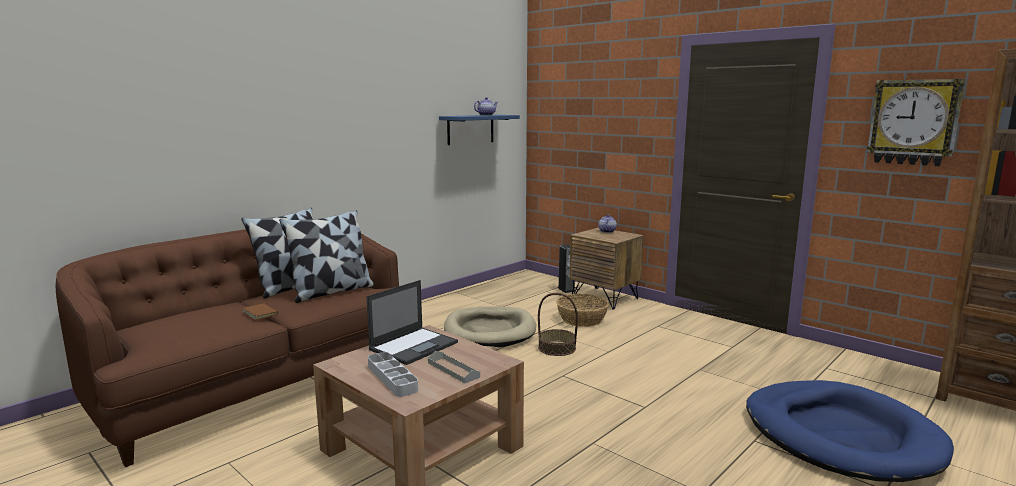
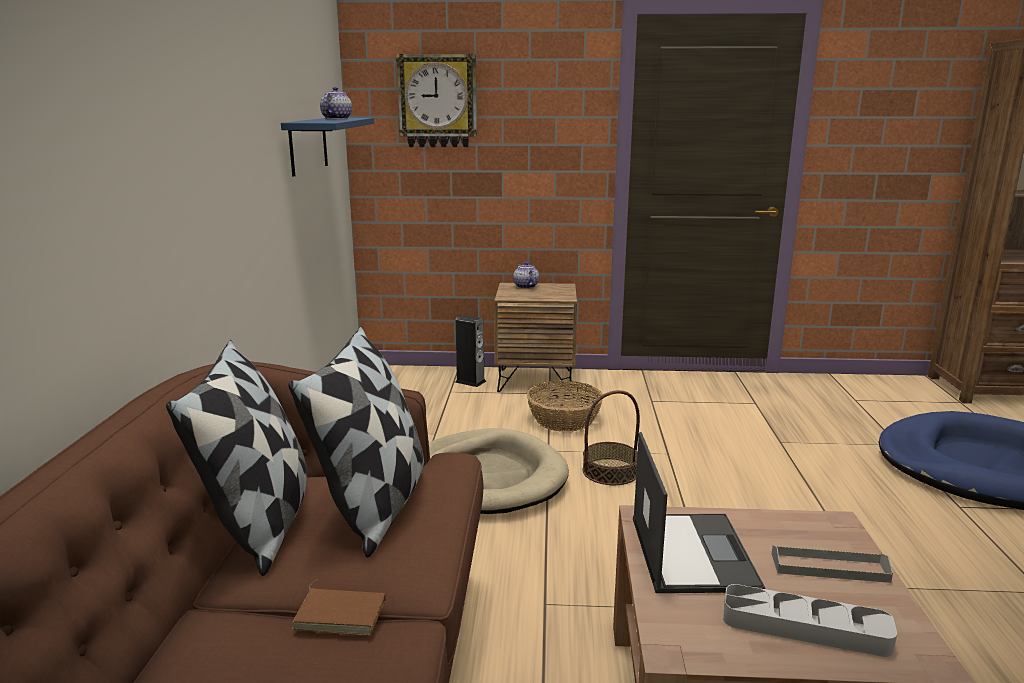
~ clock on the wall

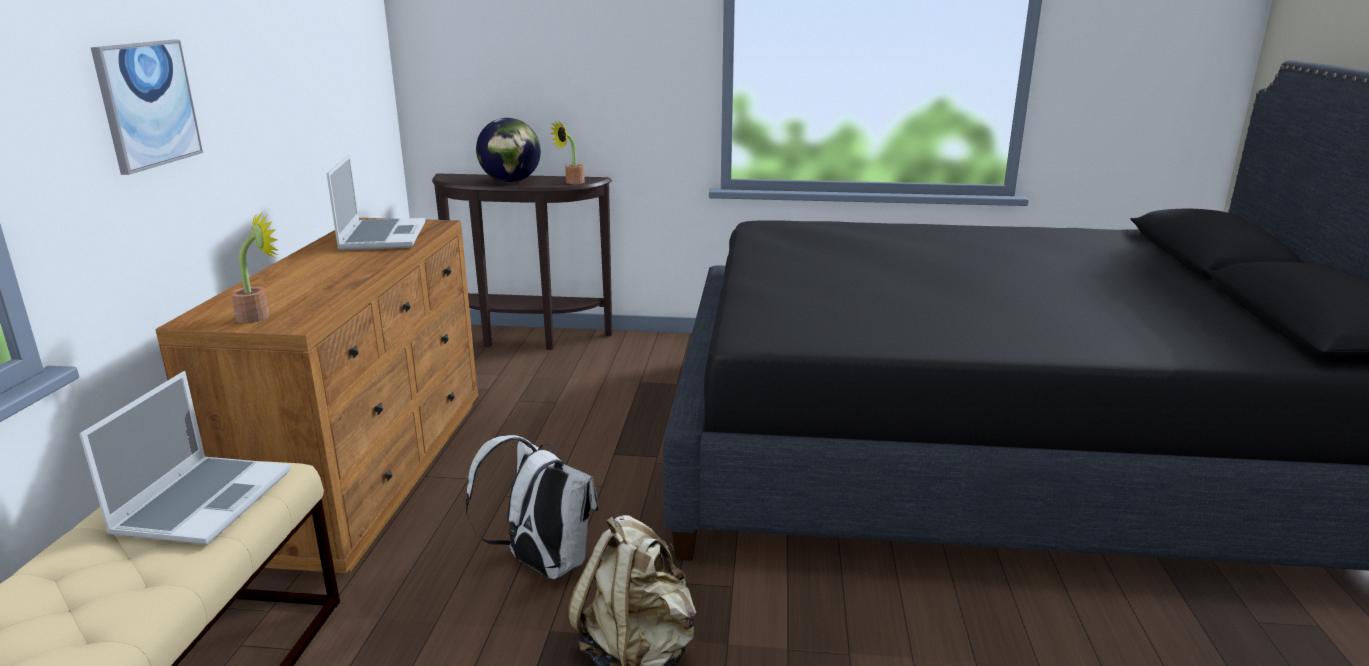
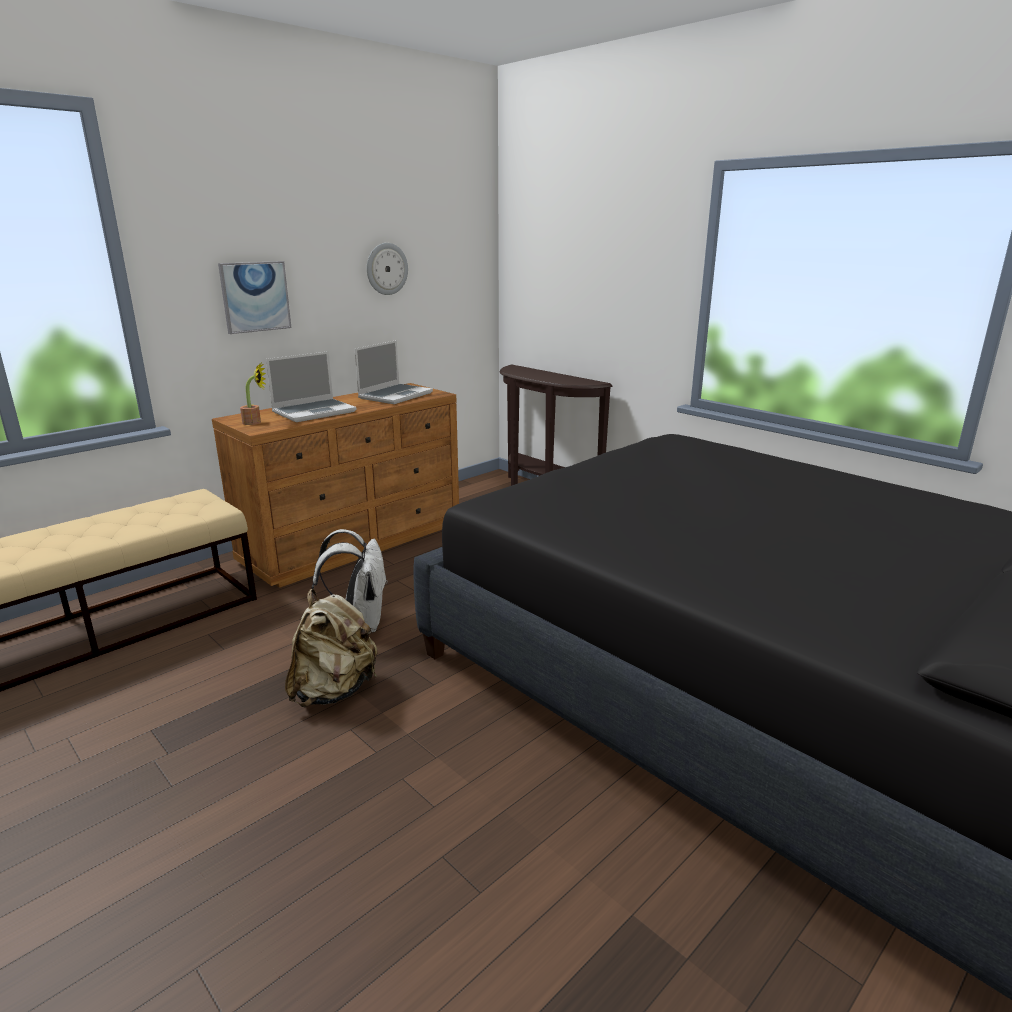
~ portable computer (1st from left)
- desk globe
- potted plant (2nd from left)
+ clock on the wall

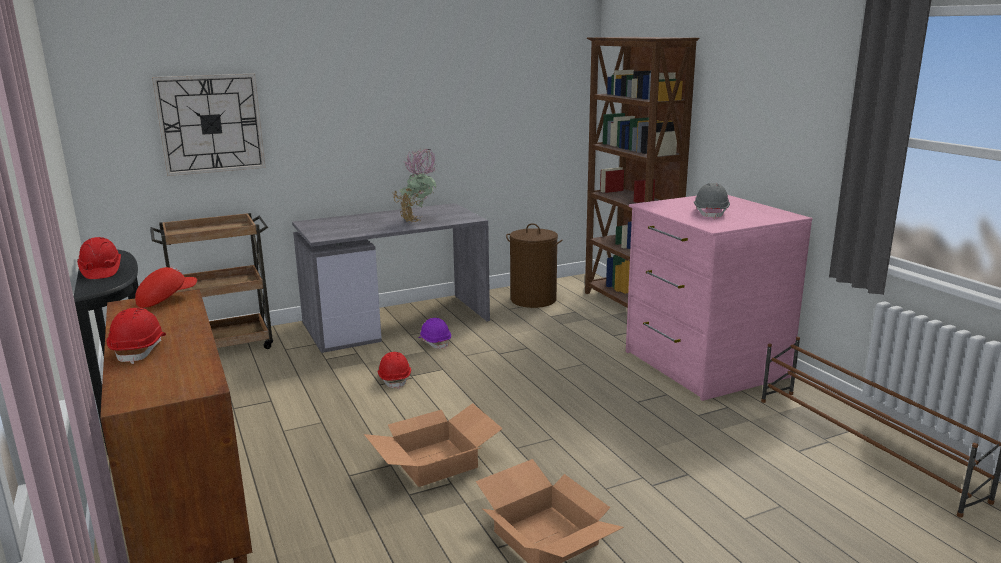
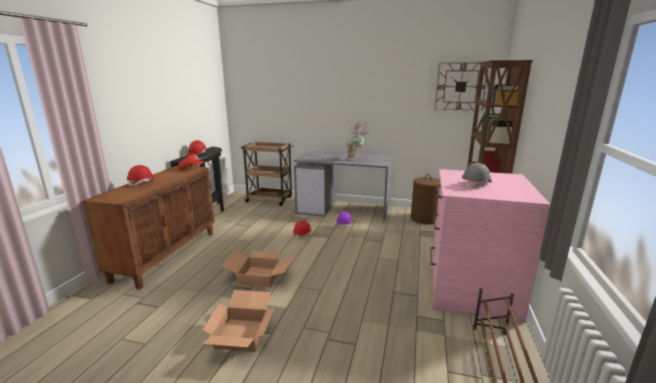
~ clock on the wall

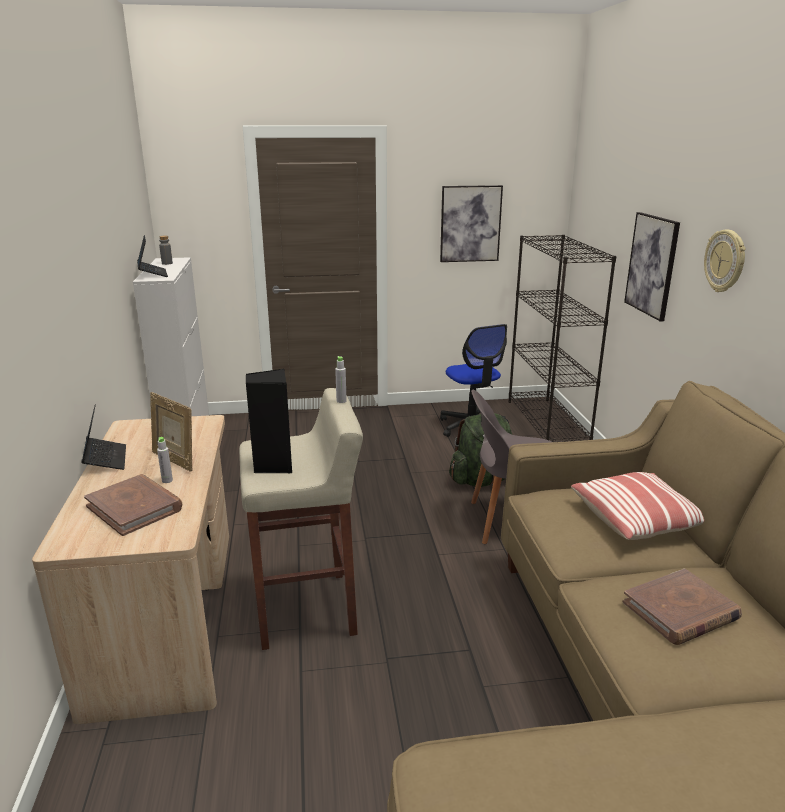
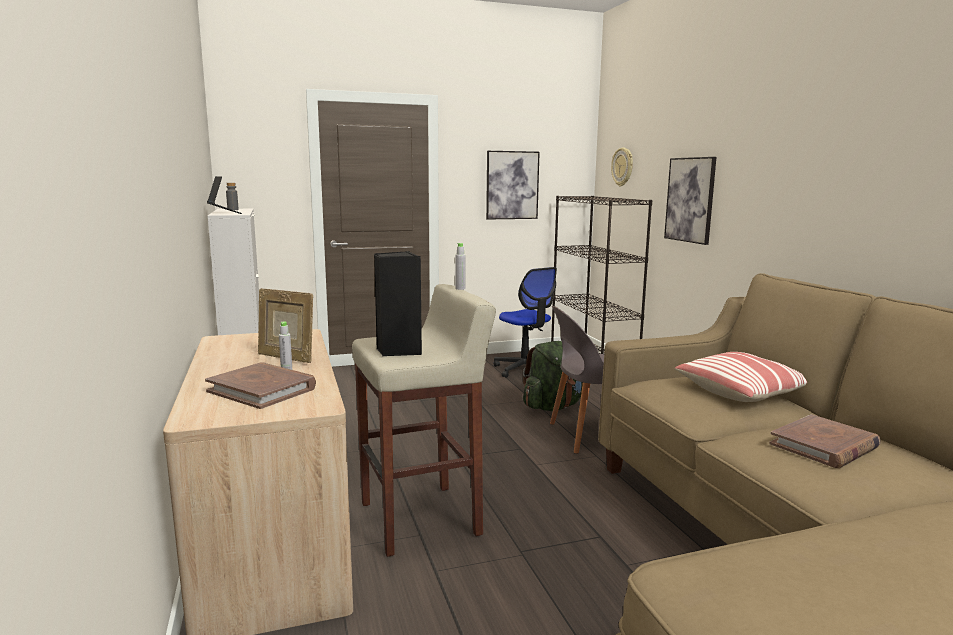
- portable computer (1st from left)
~ clock on the wall

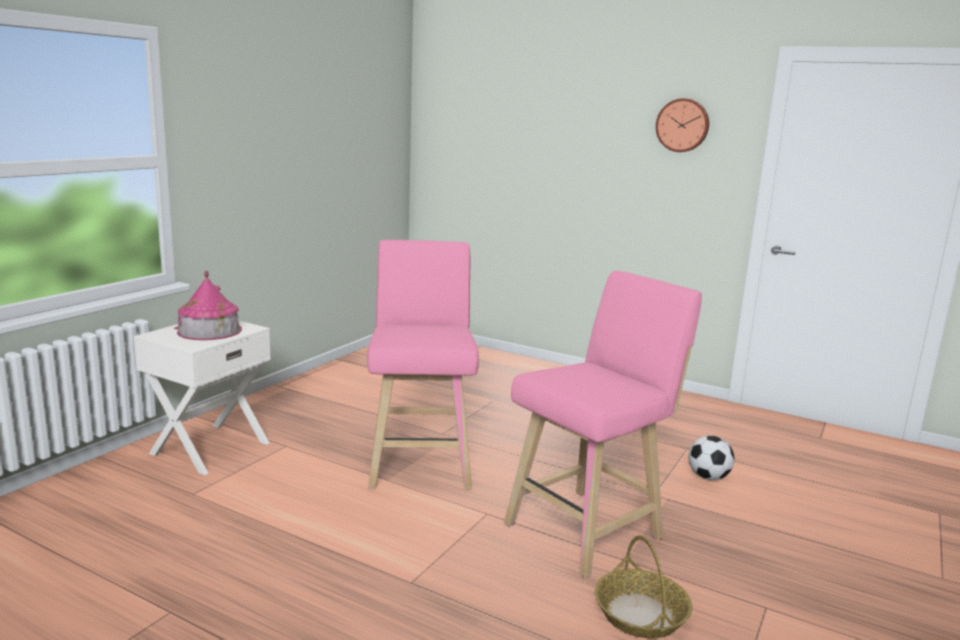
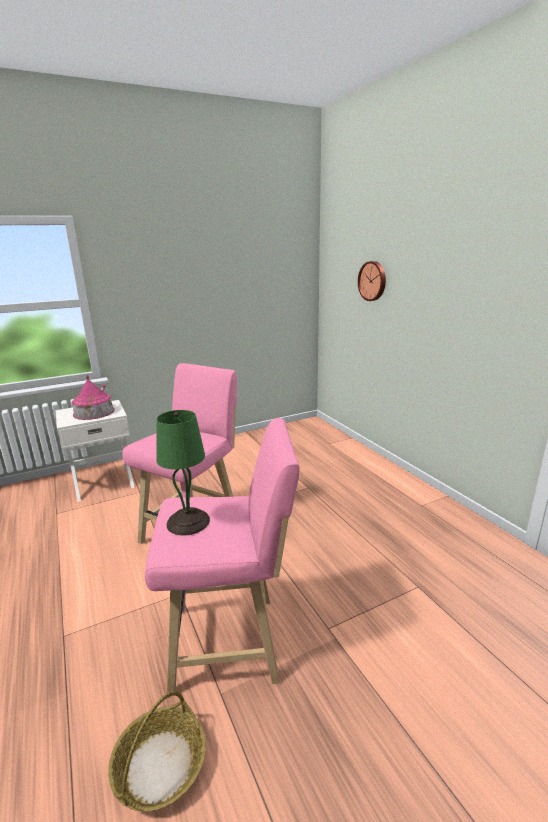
~ clock on the wall
- football ball
+ table lamp (green)

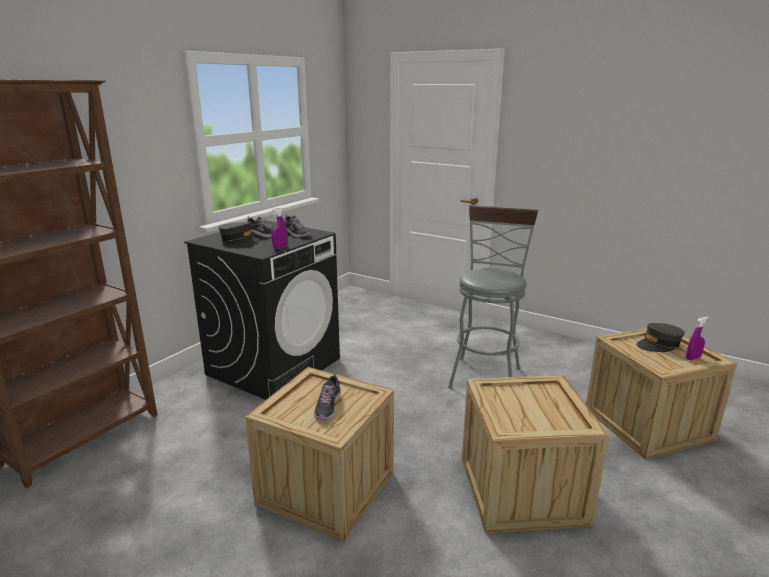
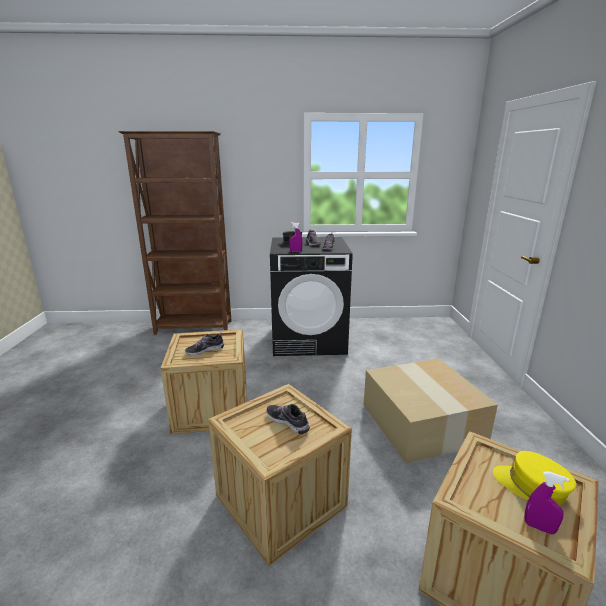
~ stool seat (grey) to cardboard box
~ cap (grey) (2nd from left) to cap (yellow)
+ shoe (2nd from left)

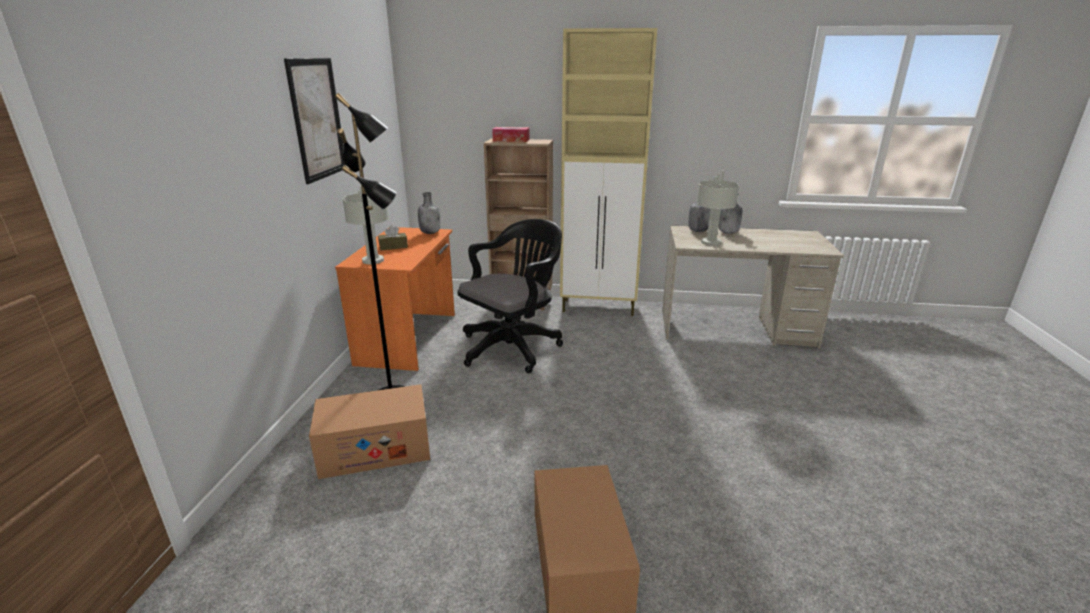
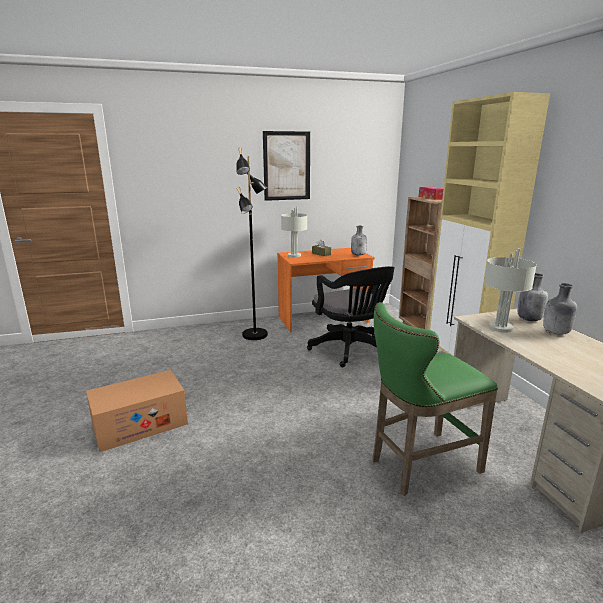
- cardboard box (1st from left)
~ office chair (black) 45 degrees clockwise
+ stool seat (green)

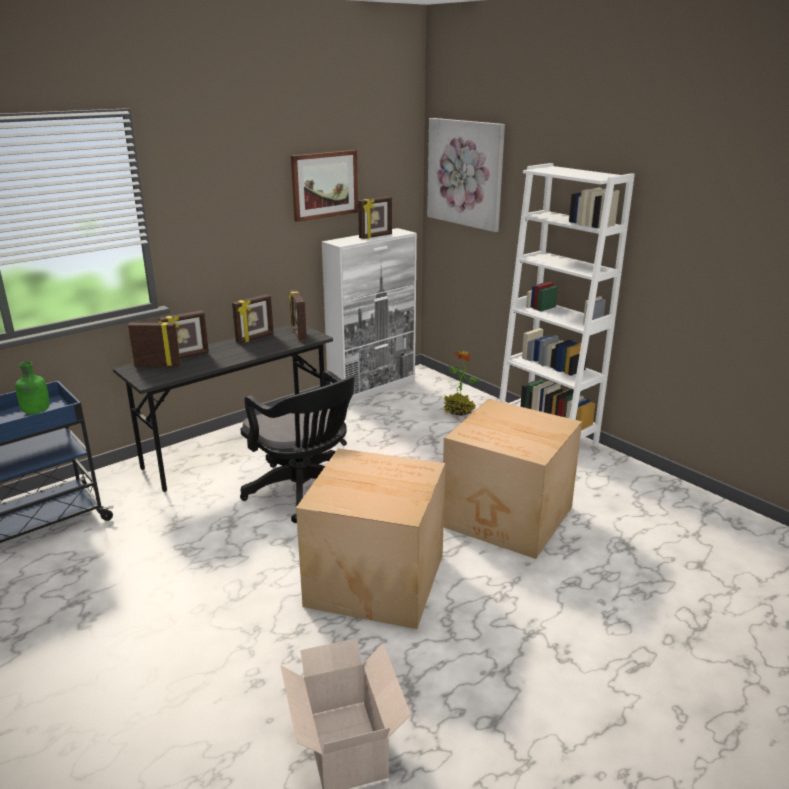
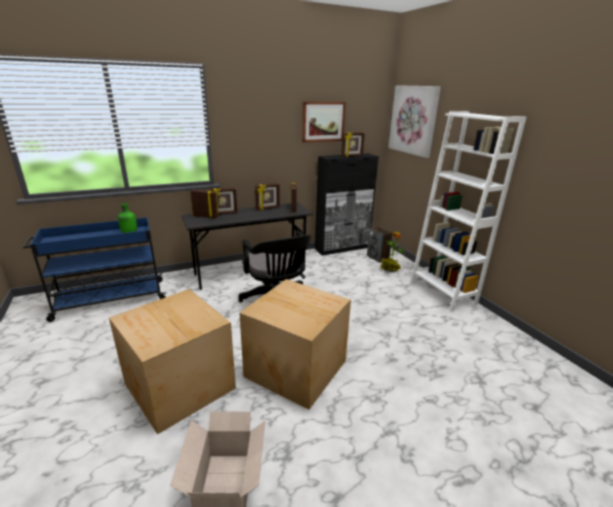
~ cabinet (white-coloured) to cabinet (black)
~ cardboard box (3rd from left in the first image) to cardboard box (1st from left)
+ loudspeaker

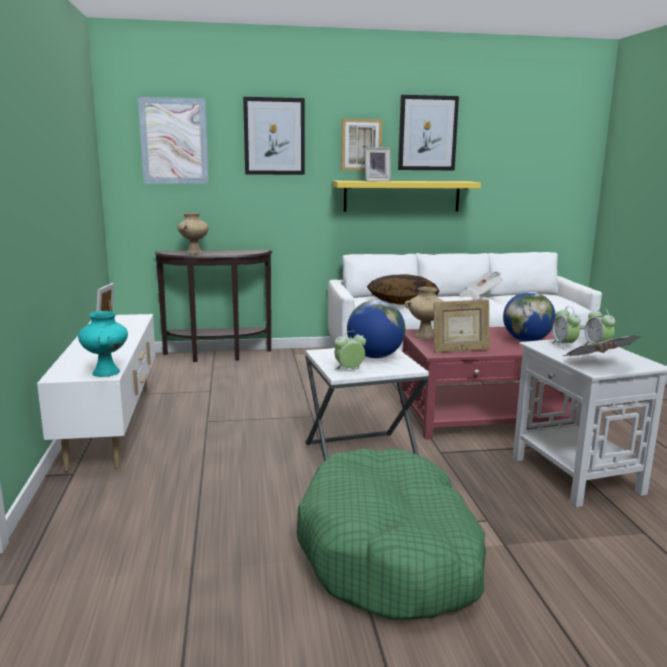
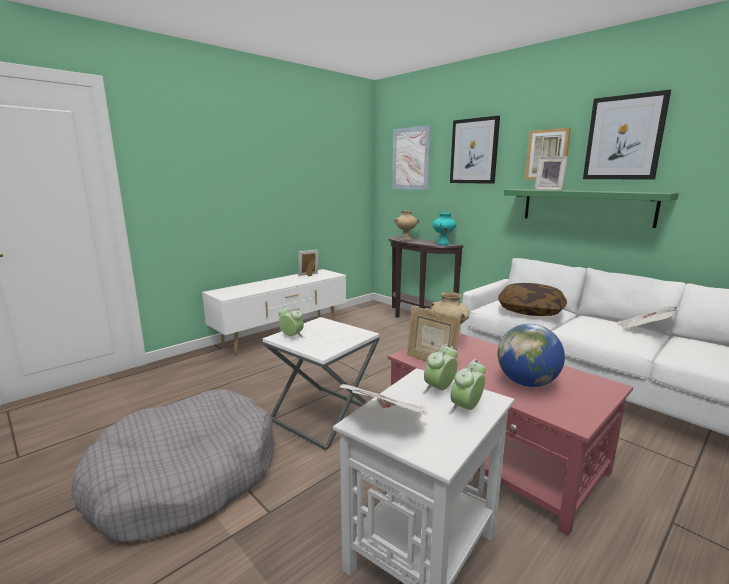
~ vase (blue-green)
~ dog bed (green) to dog bed (grey)
~ shelf (yellow) to shelf (green)
- desk globe (1st from left)

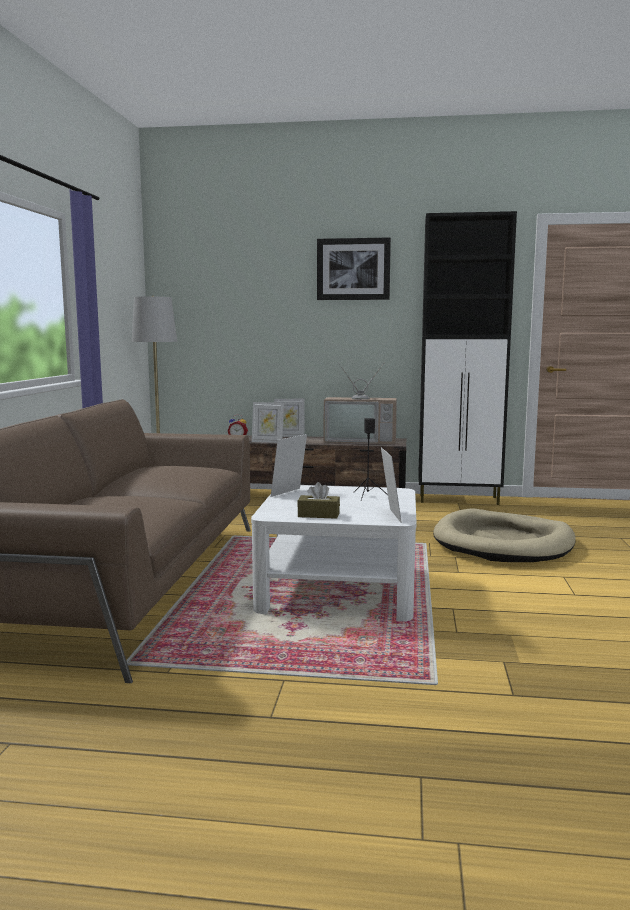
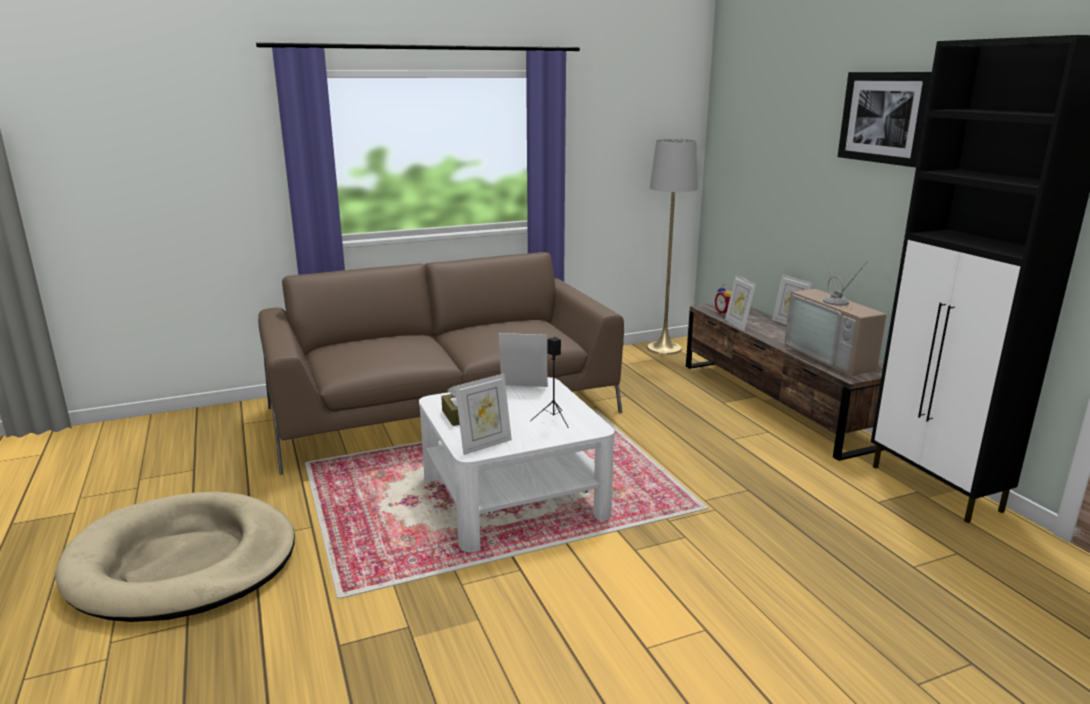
~ dog bed (beige-coloured)

